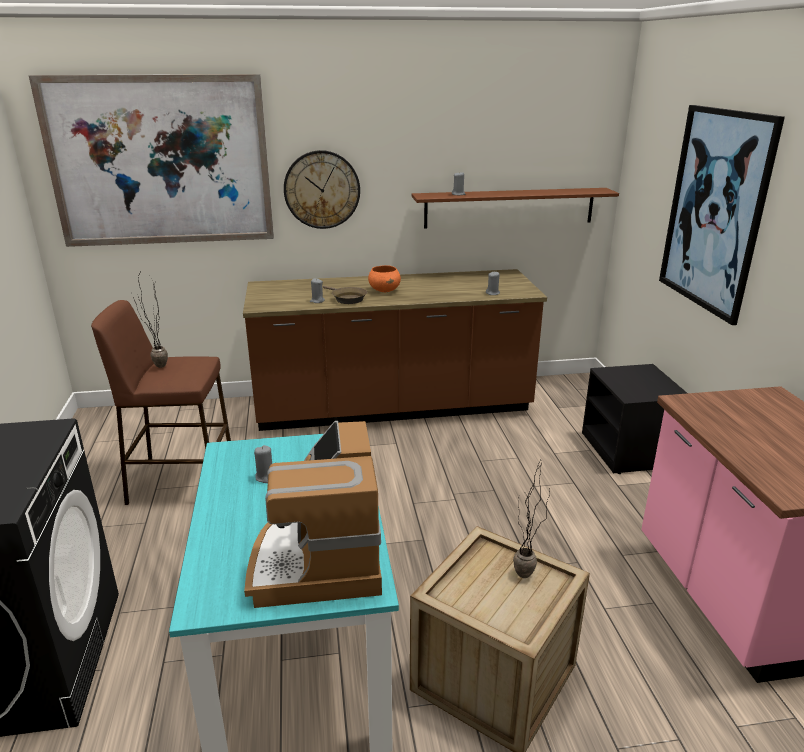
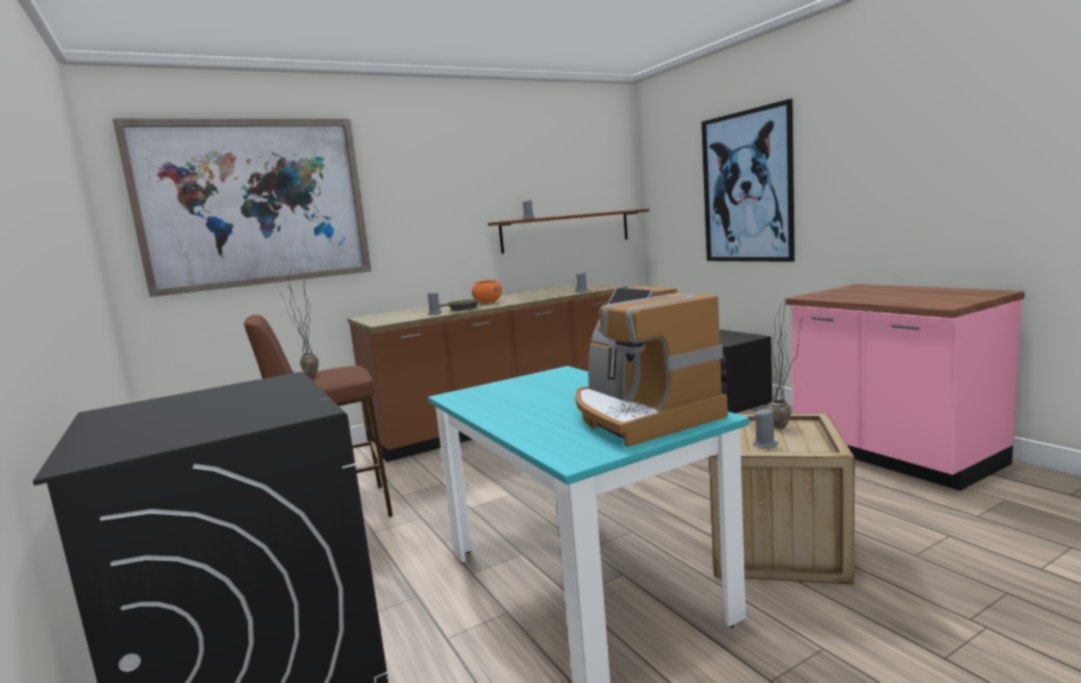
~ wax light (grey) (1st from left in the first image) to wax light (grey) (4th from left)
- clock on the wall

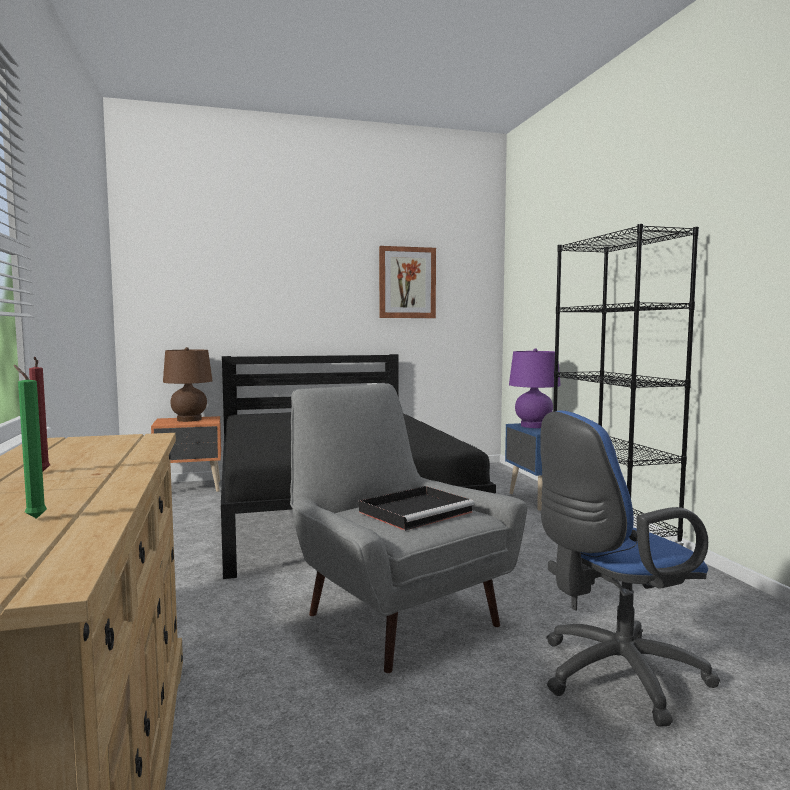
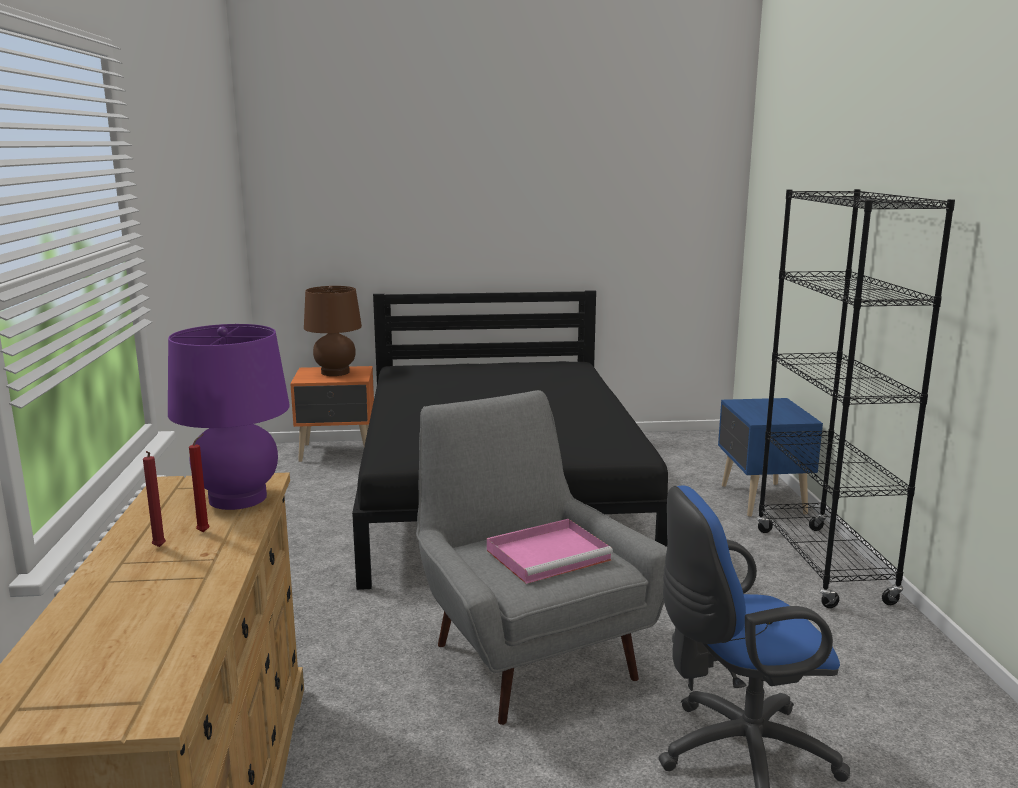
- wax light (green)
~ serving tray (black) to serving tray (pinkish)
- wall art
~ table lamp (purplish)
+ wax light (red-coloured) (2nd from left)

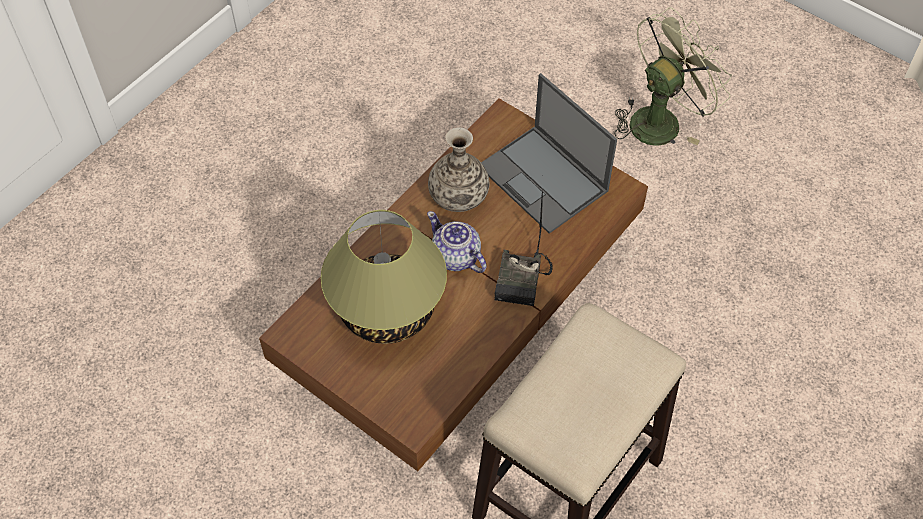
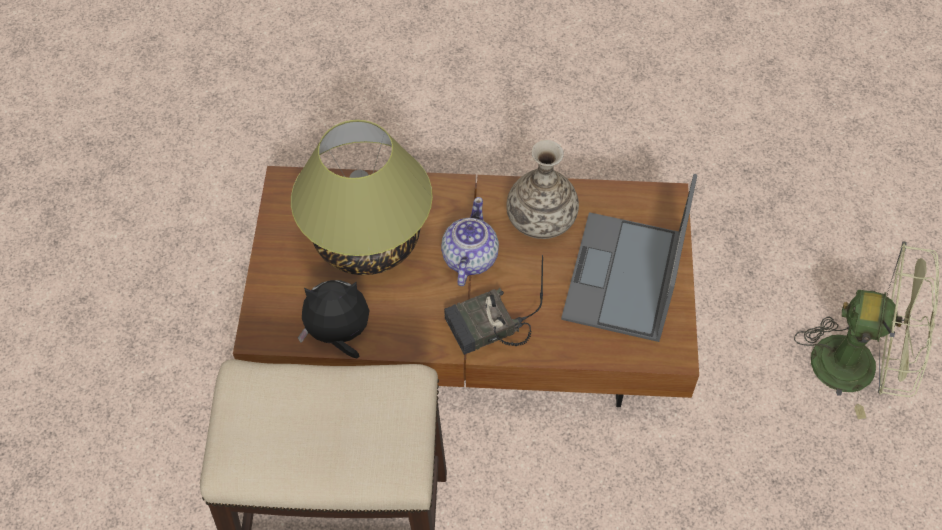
+ plush toy

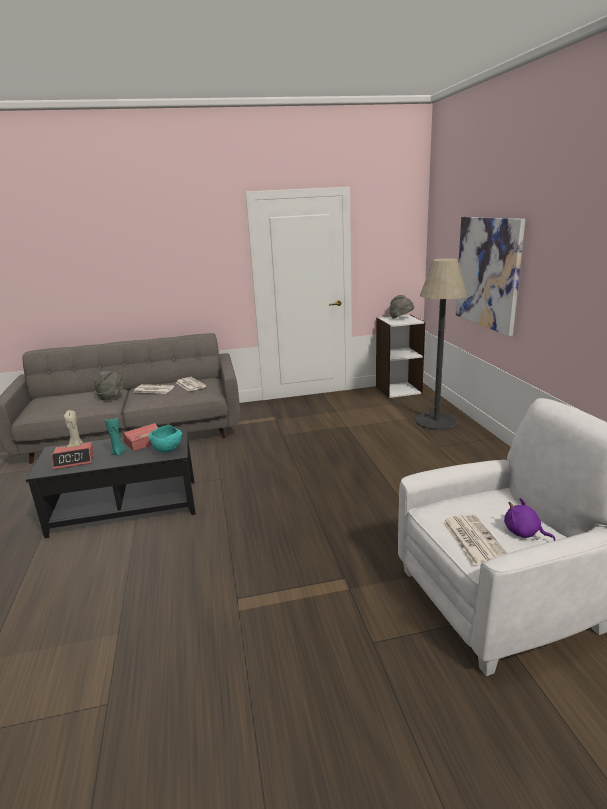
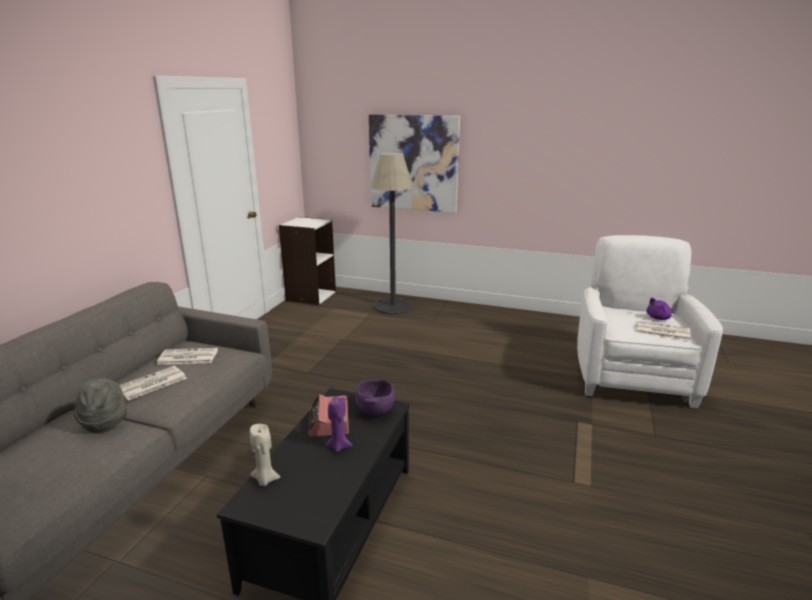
- bedside clock (1st from left)
~ wax light (blue-green) to wax light (purplish)
~ bowl (blue-green) to bowl (purplish)
- wearable hat (grey) (2nd from left)

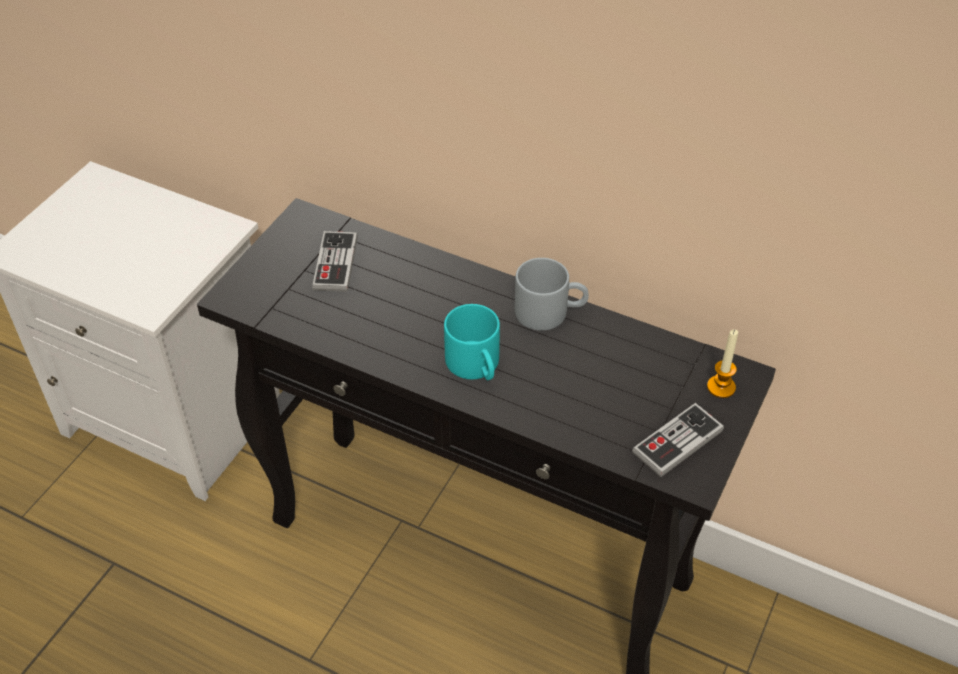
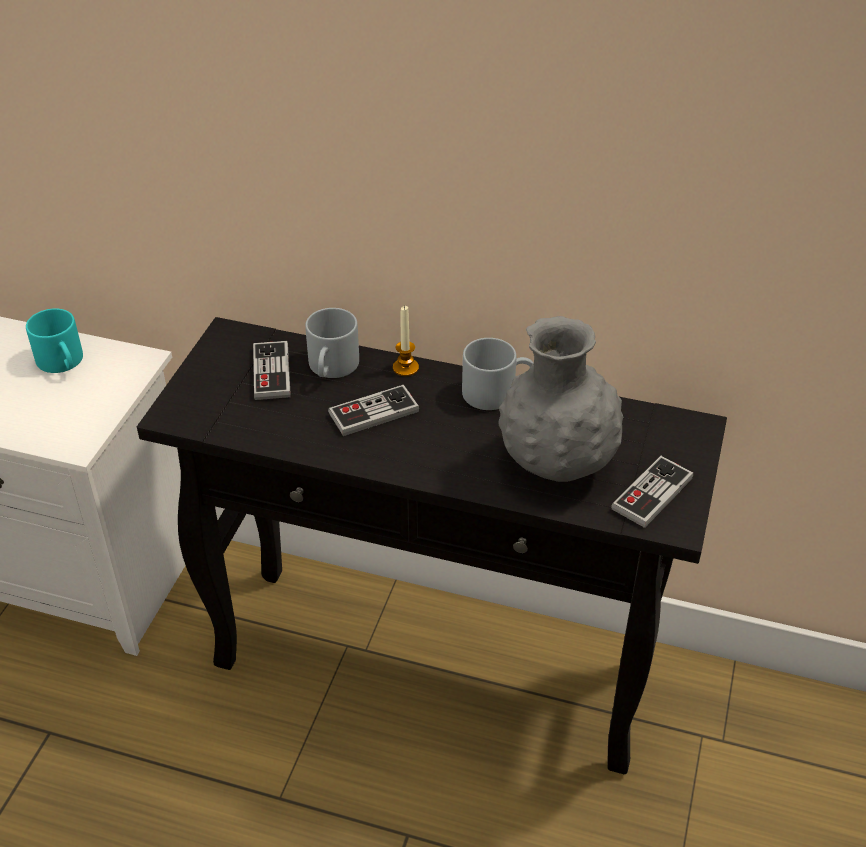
~ mug (blue-green)
~ wax light
+ mug (grey) (1st from left)
+ gamepad (2nd from left)
+ vase (grey)

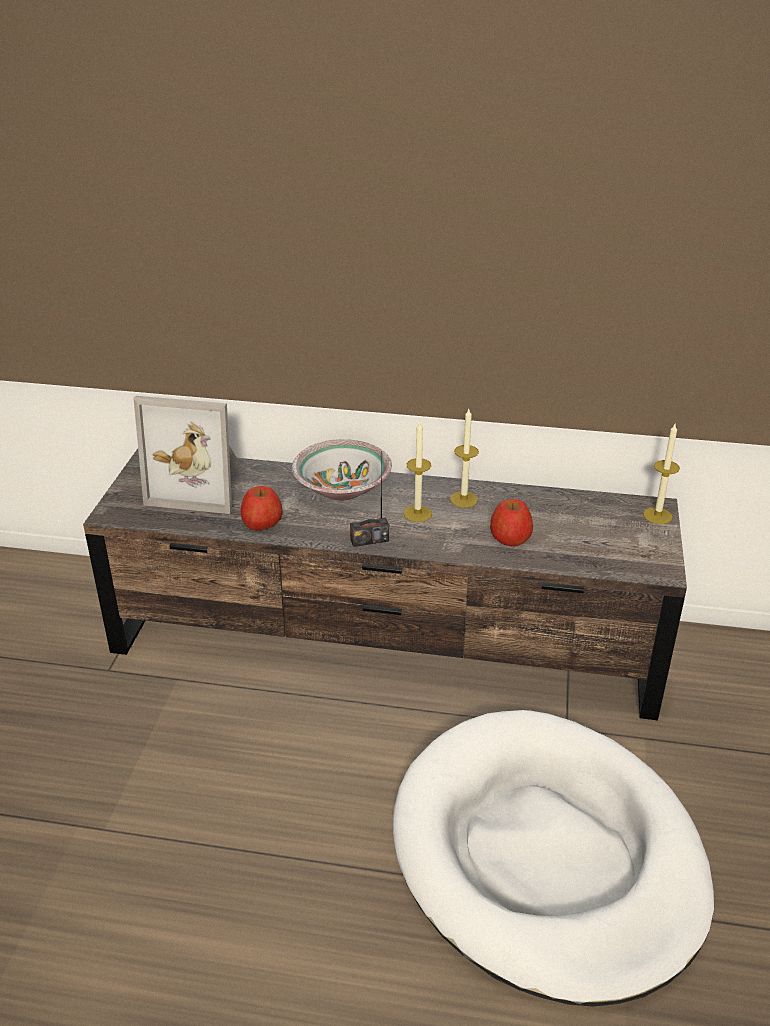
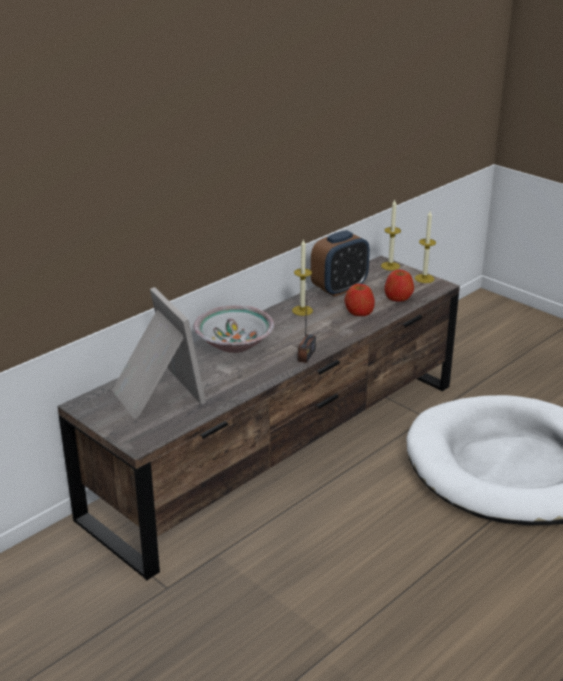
~ photo frame 75 degrees counterclockwise
~ whole apple (1st from left in the first image) to whole apple (2nd from left)
~ wax light (1st from left in the first image) to wax light (3rd from left)
+ bedside clock

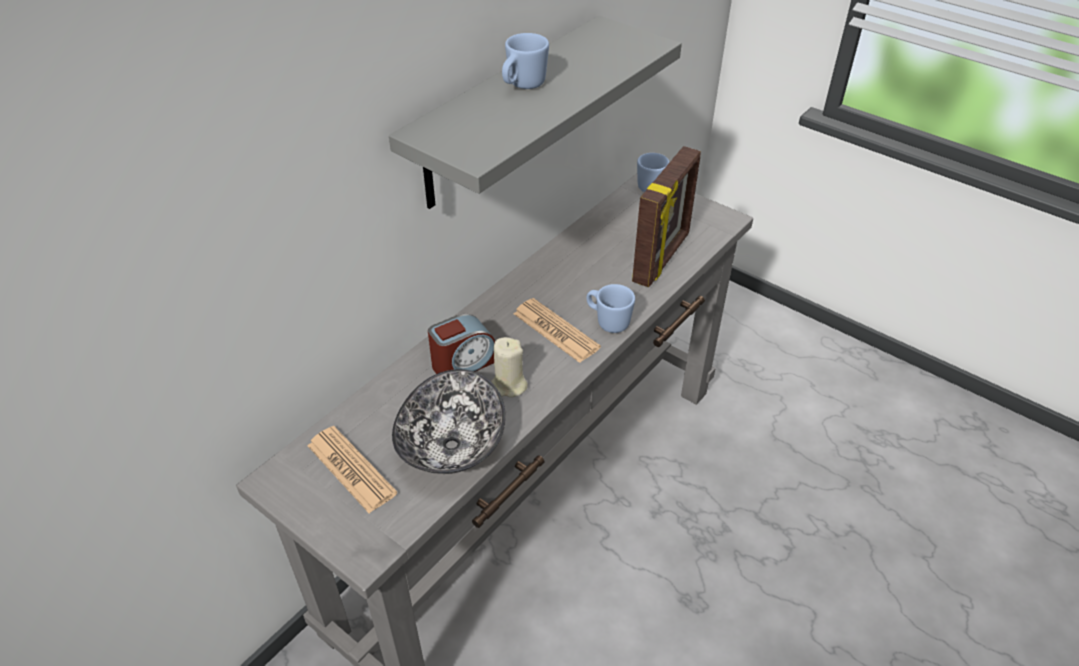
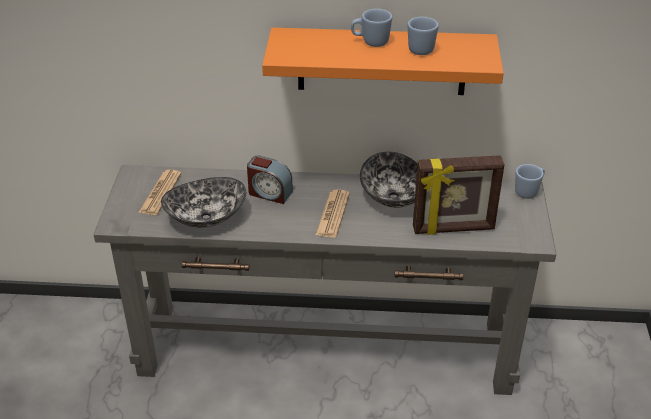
~ shelf (grey) to shelf (orange)
- wax light (beige-coloured)
~ mug (blue) (2nd from left)
+ bowl (2nd from left)

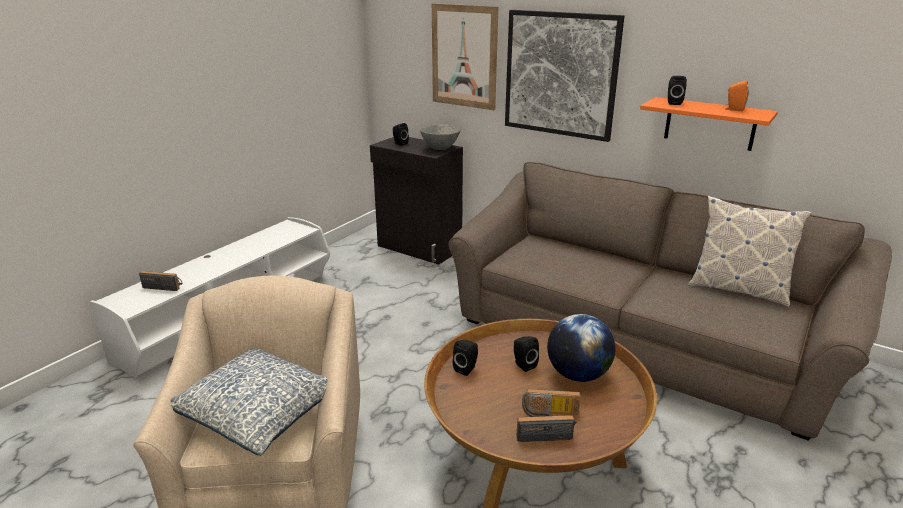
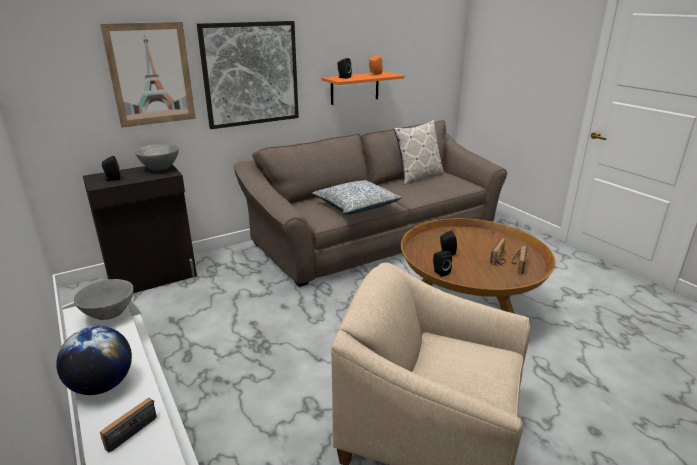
~ pillow (1st from left)
~ desk globe
+ bowl (grey) (1st from left)

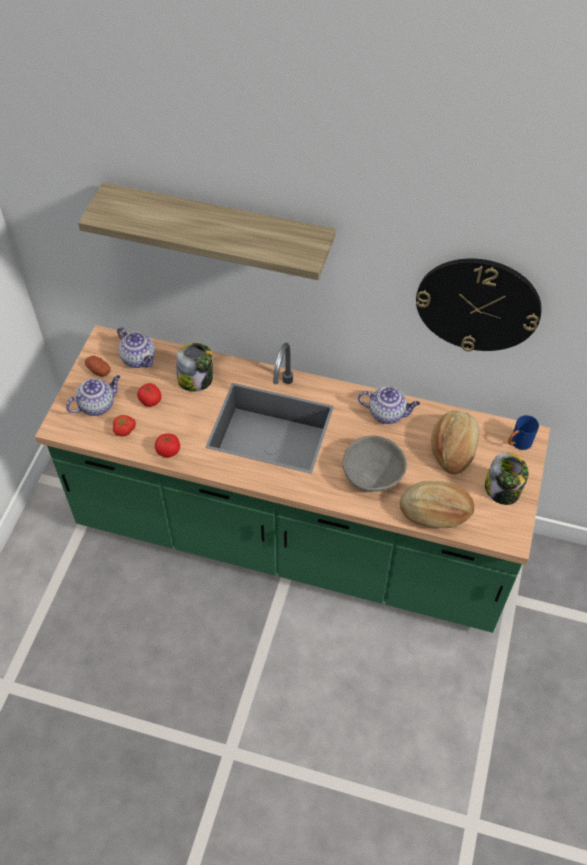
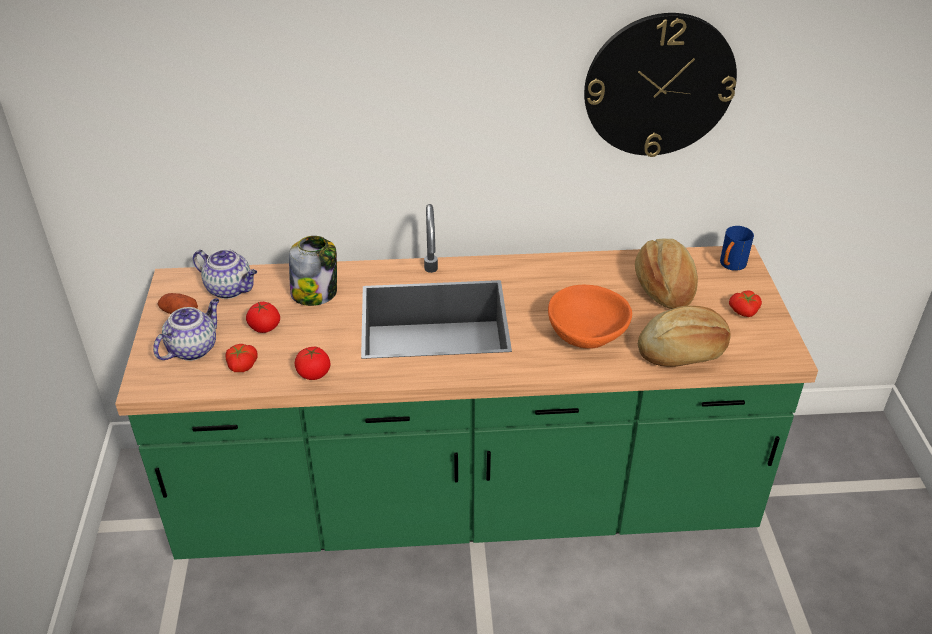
- shelf
~ bowl (grey) to bowl (orange)
- tea pot (3rd from left)
~ preserve jar (2nd from left) to tomato (4th from left)

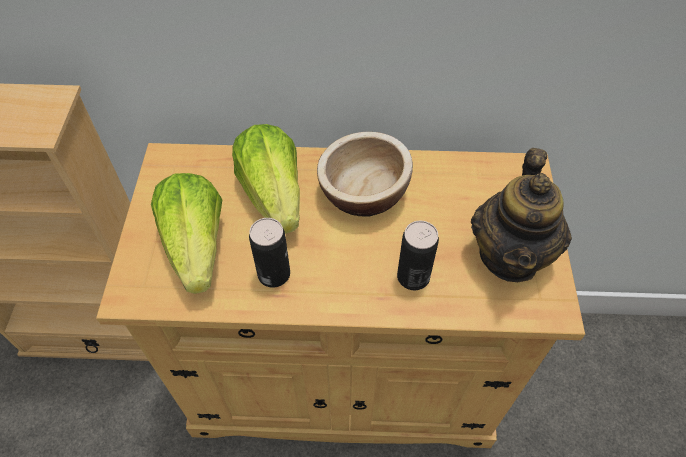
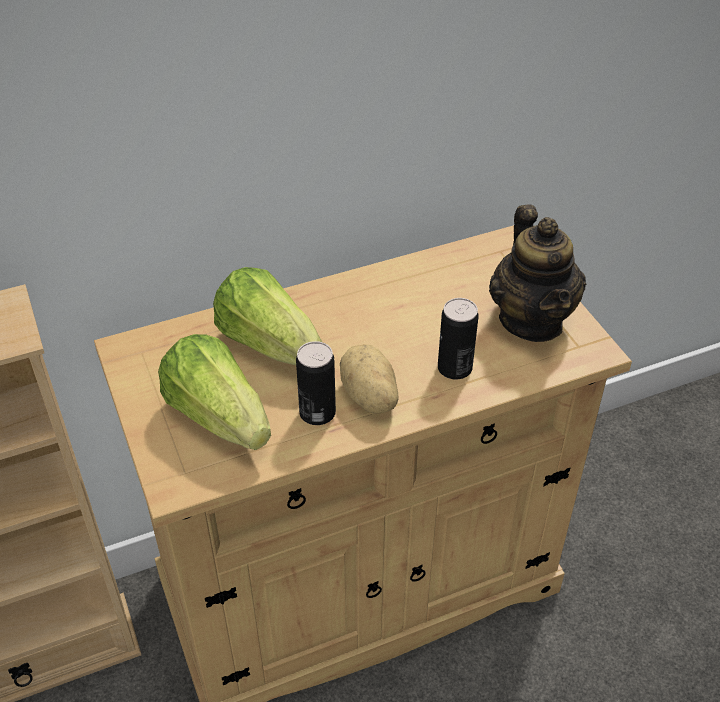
- bowl
+ potato

